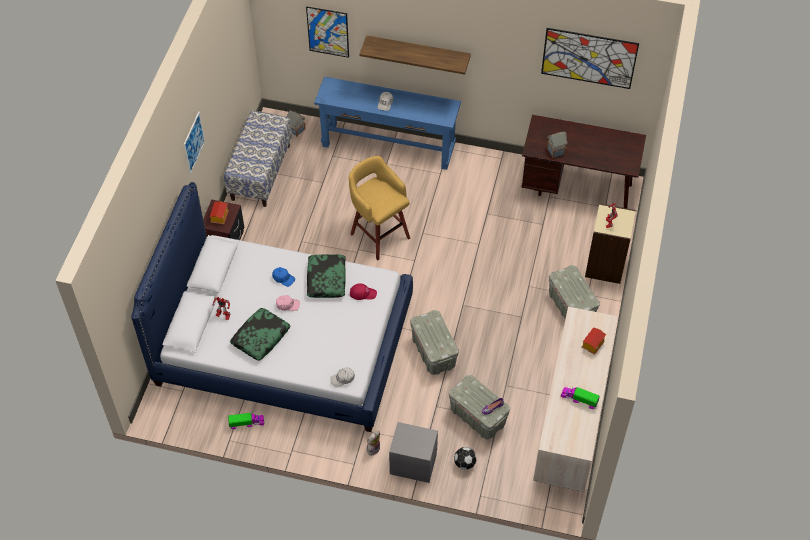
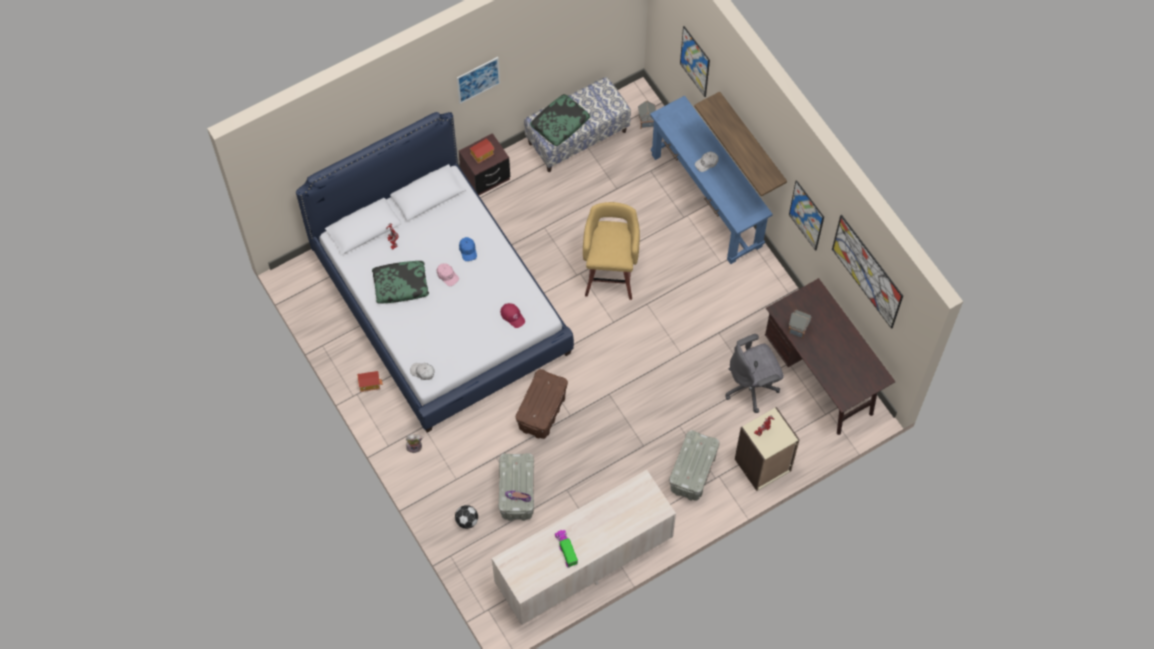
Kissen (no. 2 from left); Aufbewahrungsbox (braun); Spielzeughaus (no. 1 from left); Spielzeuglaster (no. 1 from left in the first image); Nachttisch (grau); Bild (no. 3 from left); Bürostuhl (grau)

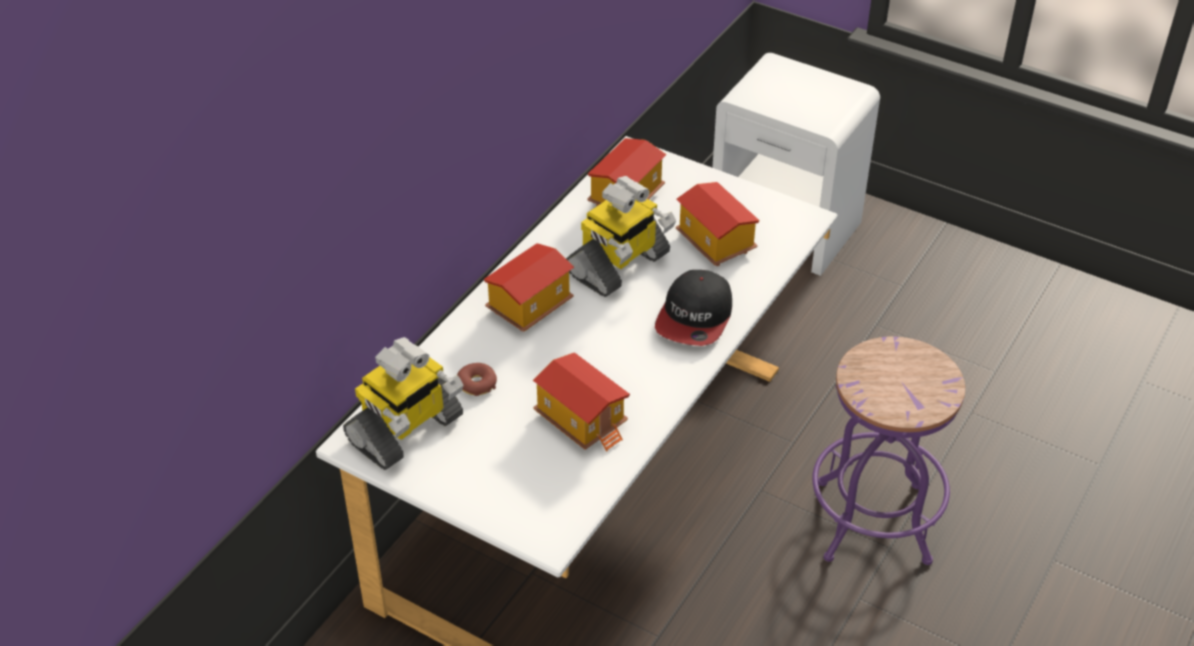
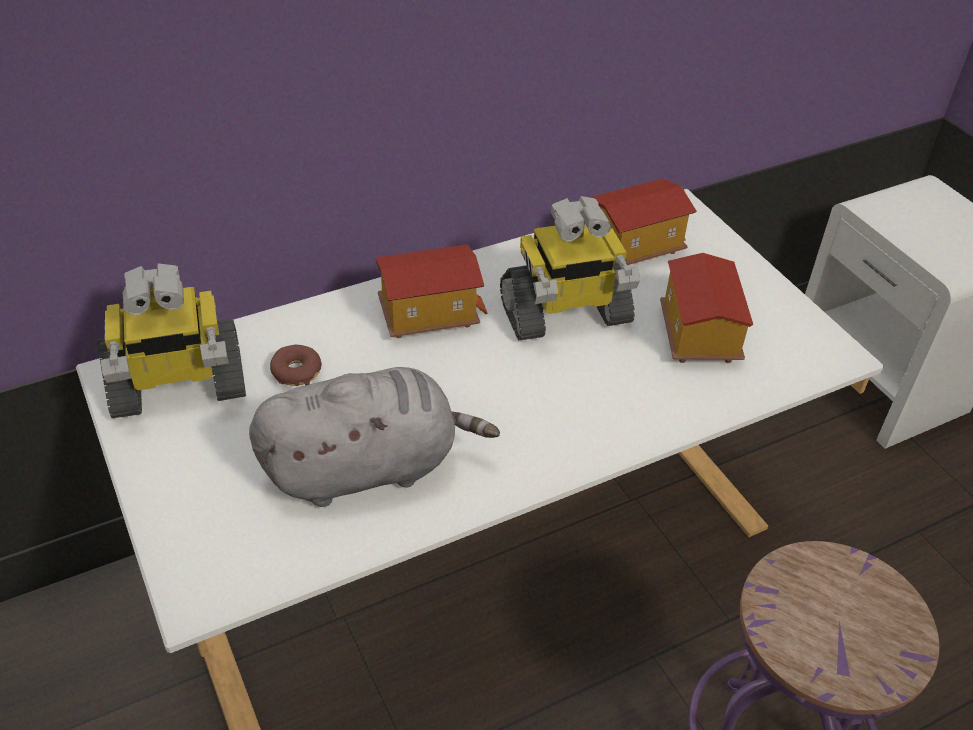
Kappe; Plüschtier (grau)

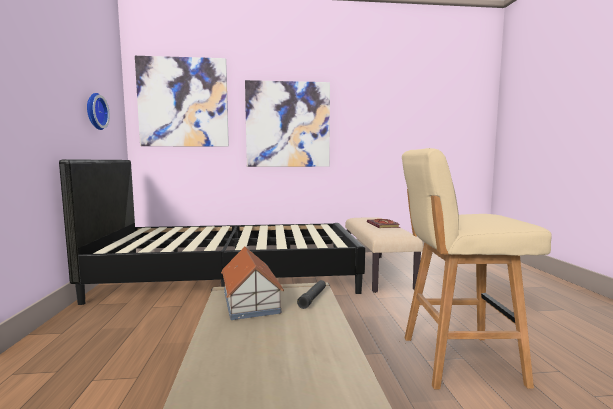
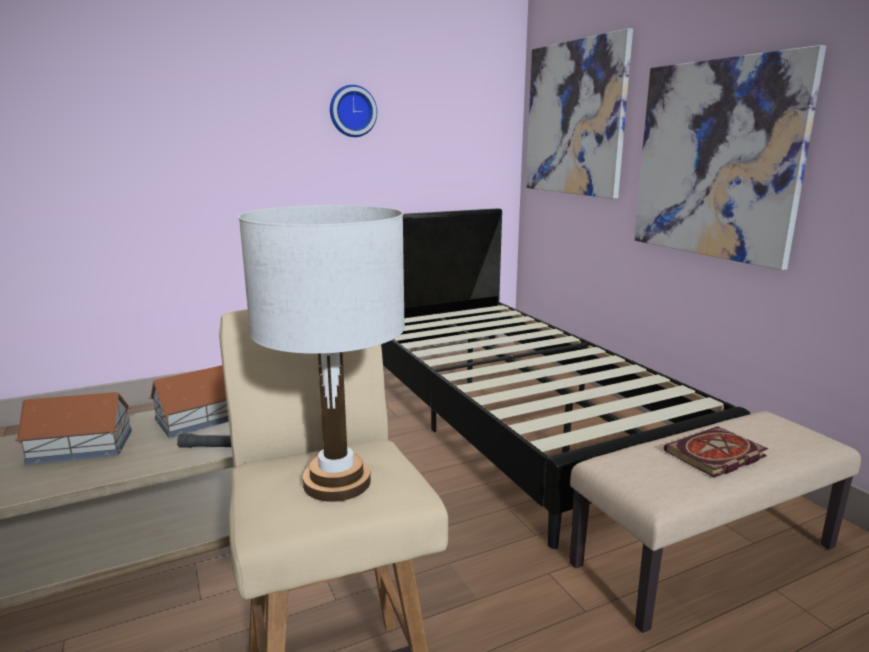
Wanduhr; Tischlampe (weiß); Spielzeughaus (no. 1 from left)

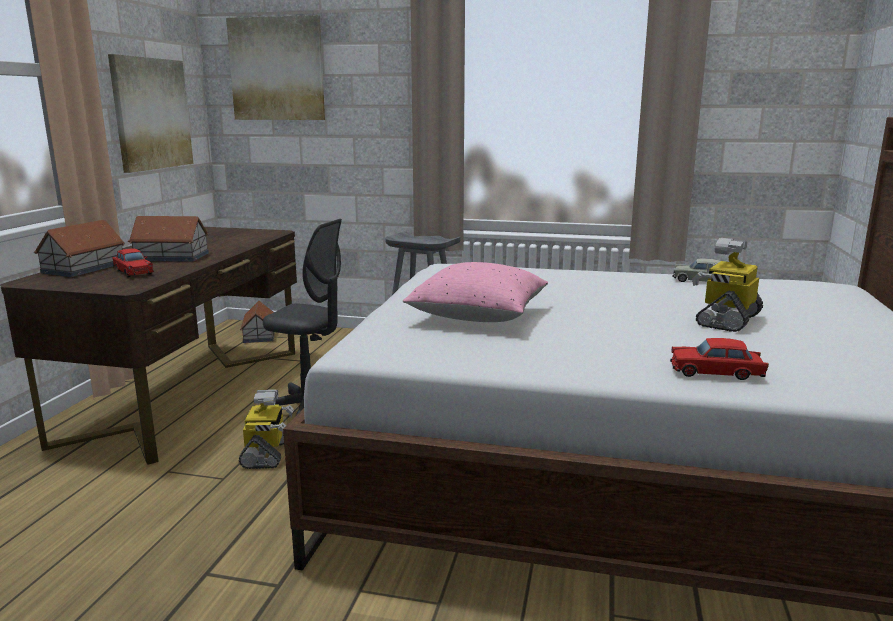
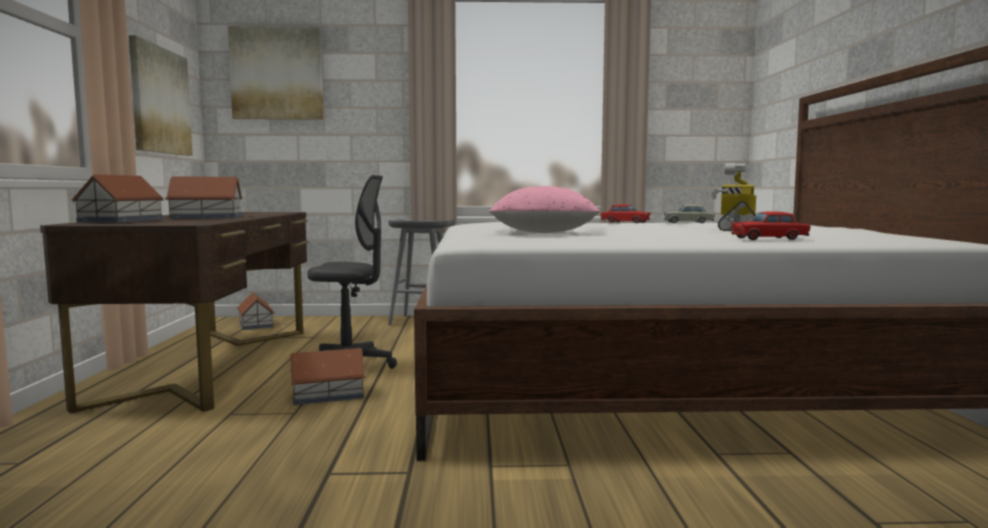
Spielzeugauto (rot) (no. 1 from left); Spielzeughaus (no. 4 from left)

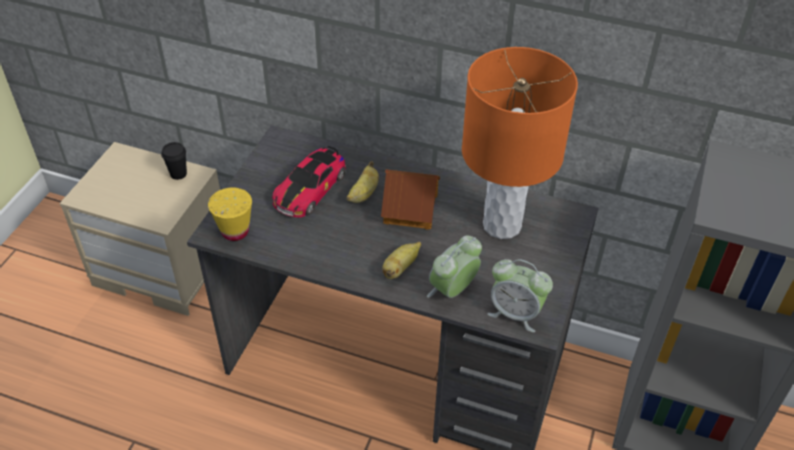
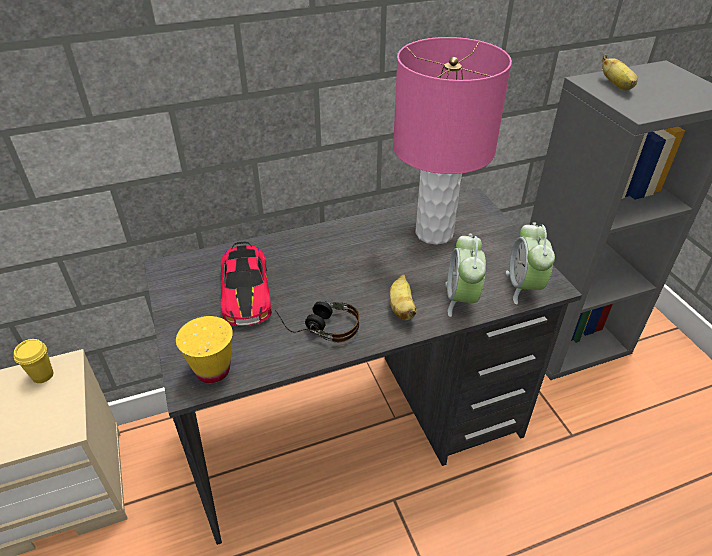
Tischlampe (rosa); Tasse (gelb) (no. 1 from left); Banane (no. 2 from left); Spielzeughaus; Wecker (no. 2 from left); Kopfhörer

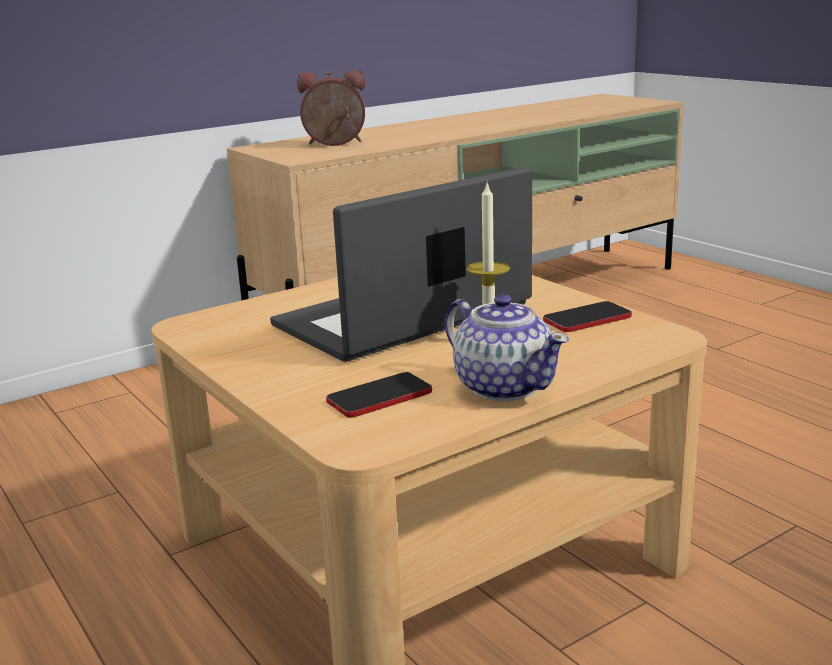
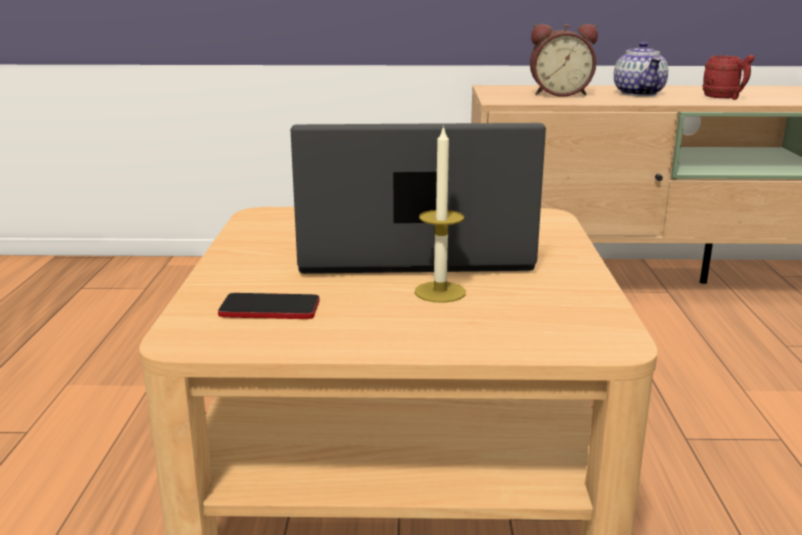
Wecker; Teekanne; Handy (no. 2 from left in the first image); Henkelbecher (rot)

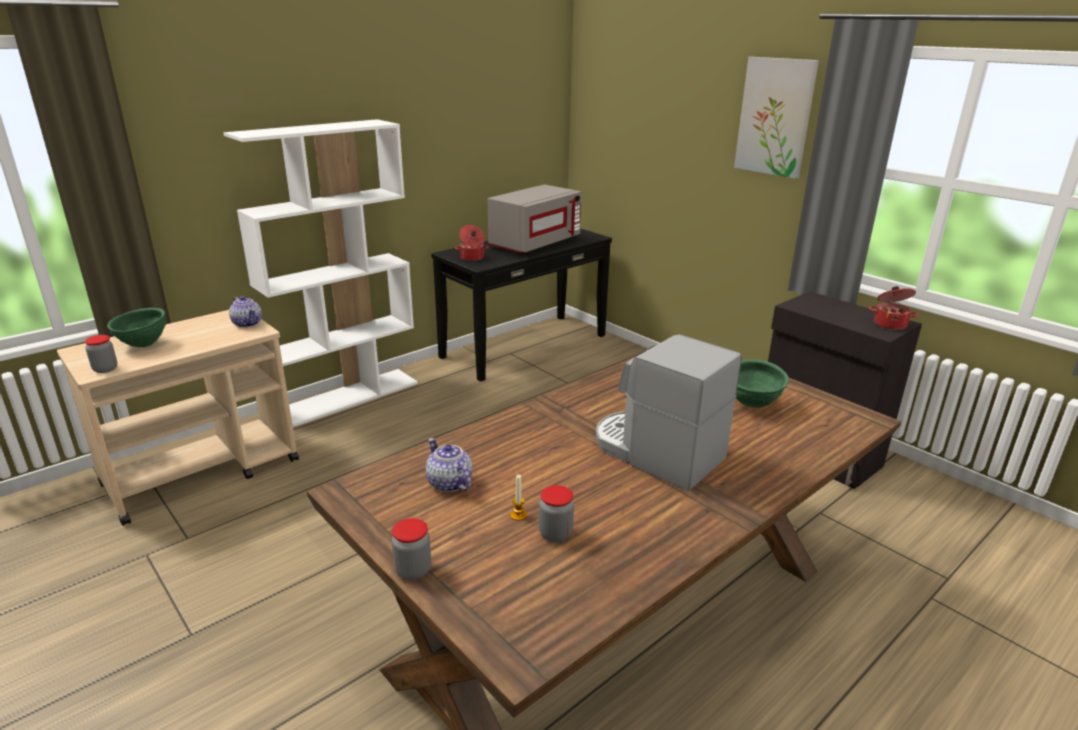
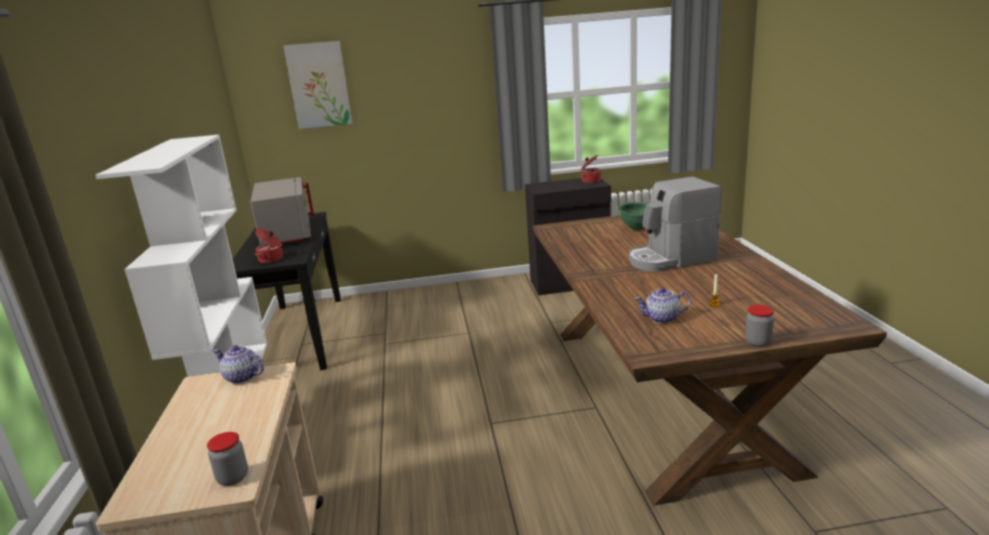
Bild; Teekanne (no. 1 from left); Schüssel (grün) (no. 1 from left in the first image); Vorratsglas (no. 3 from left in the first image)

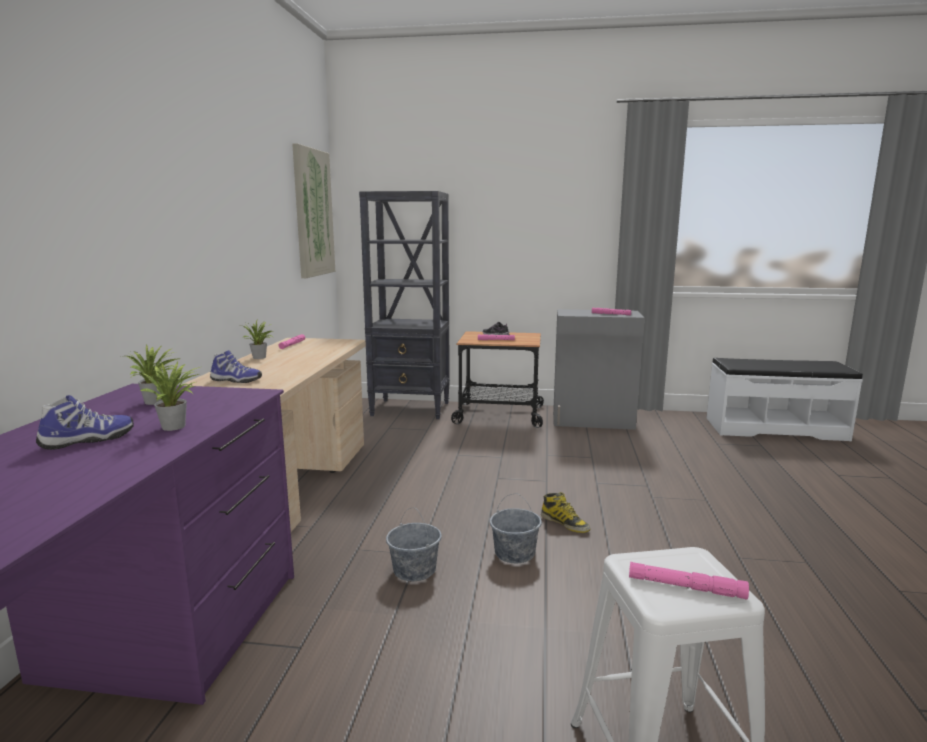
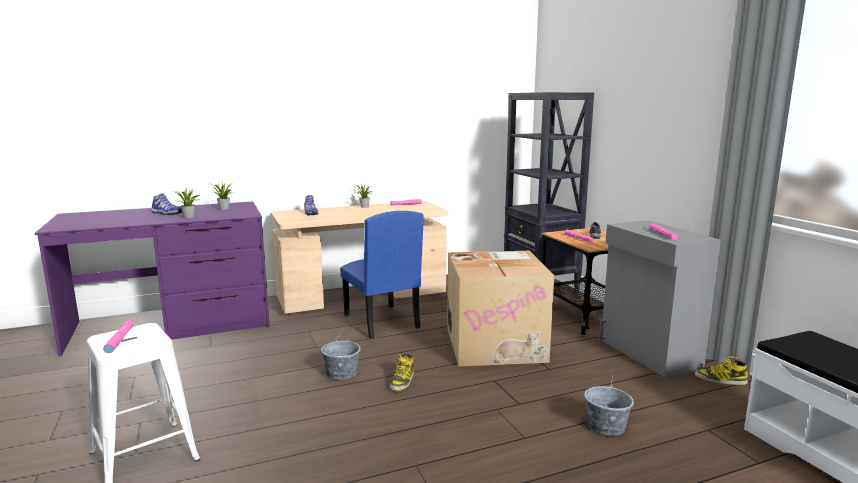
Bild; Eimer (grau) (no. 2 from left); Stuhl (blau); Karton; Stiefel (no. 2 from left)

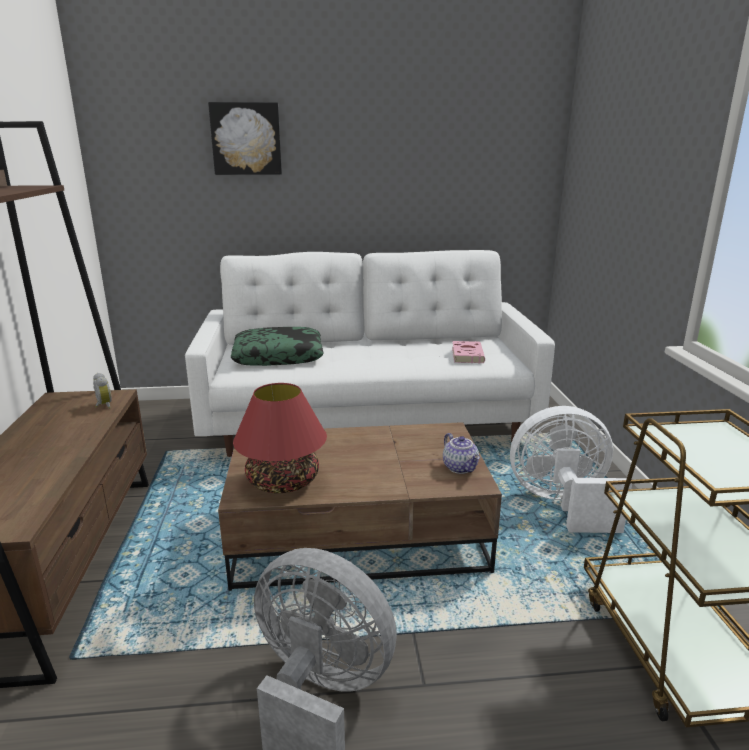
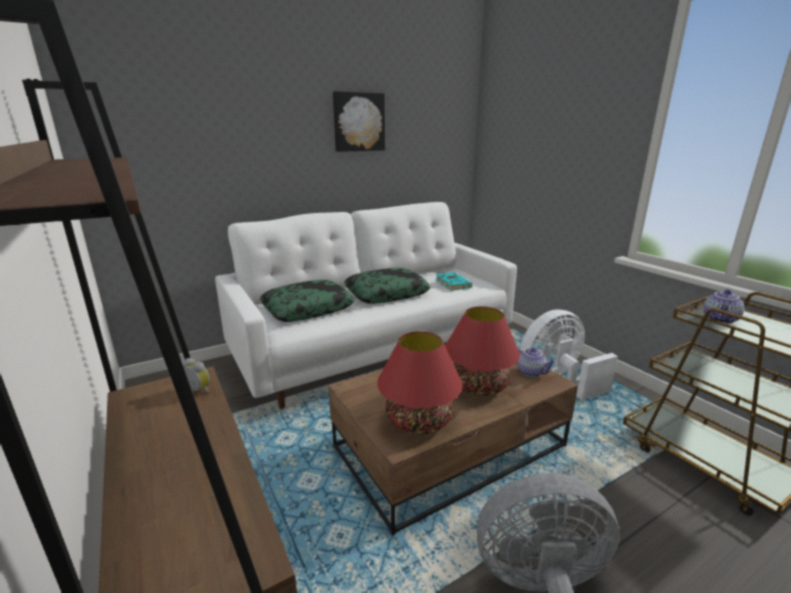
Bild; Buch (türkis); Kissen (no. 2 from left); Teekanne (no. 2 from left); Tischlampe (rot) (no. 2 from left)

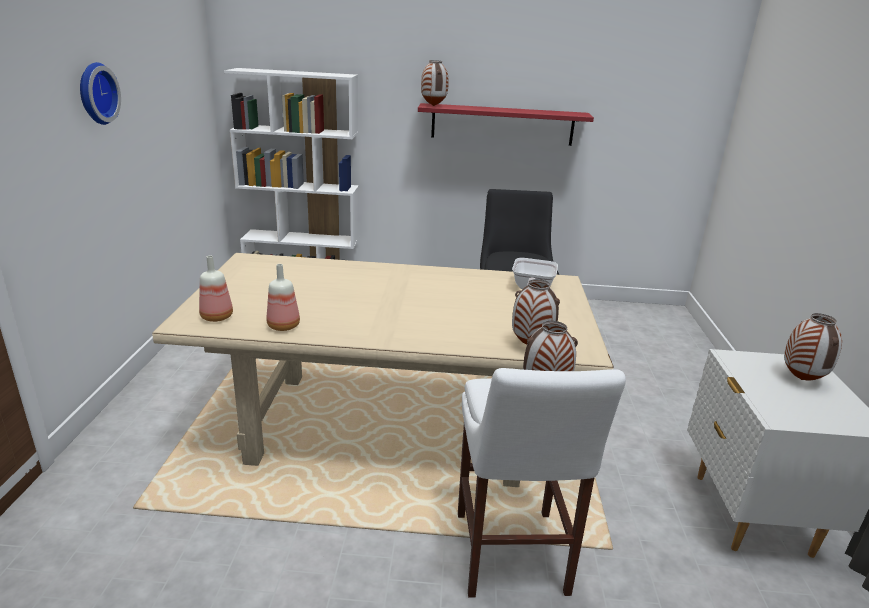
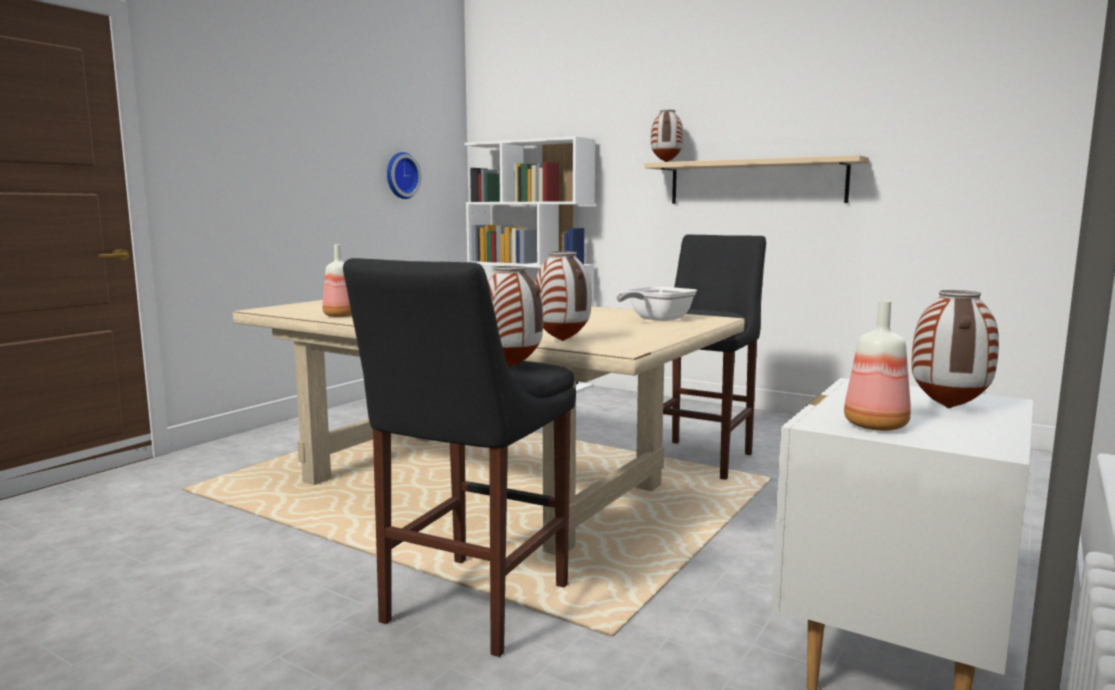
Wanduhr; Wandregal (beige); Flasche (no. 2 from left); Hocker (schwarz) (no. 1 from left)

